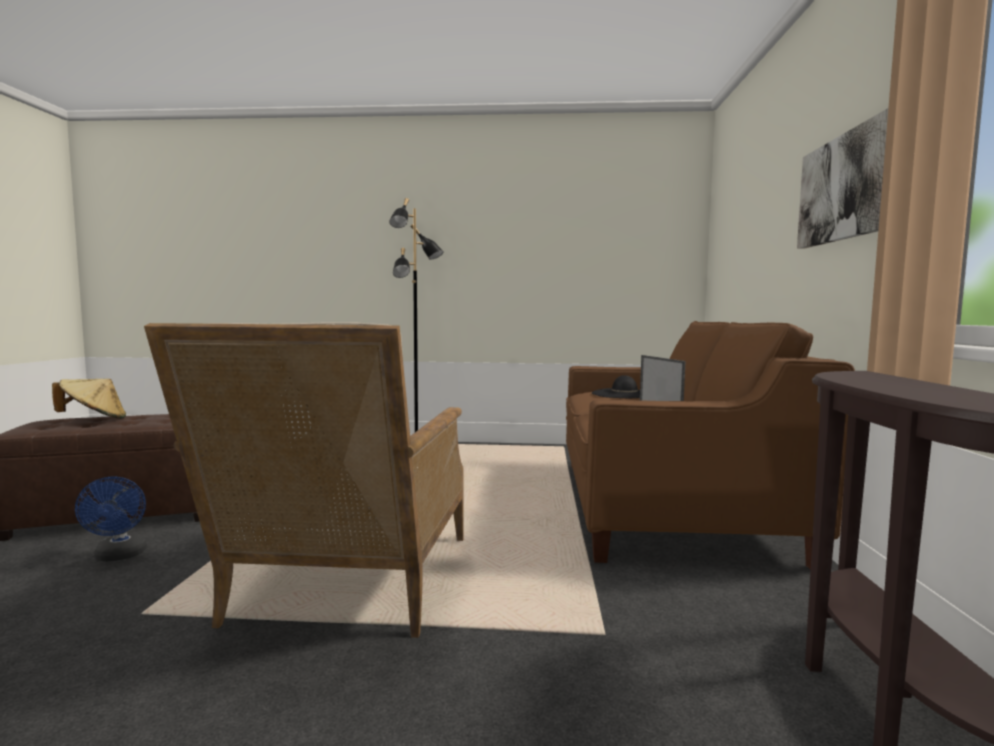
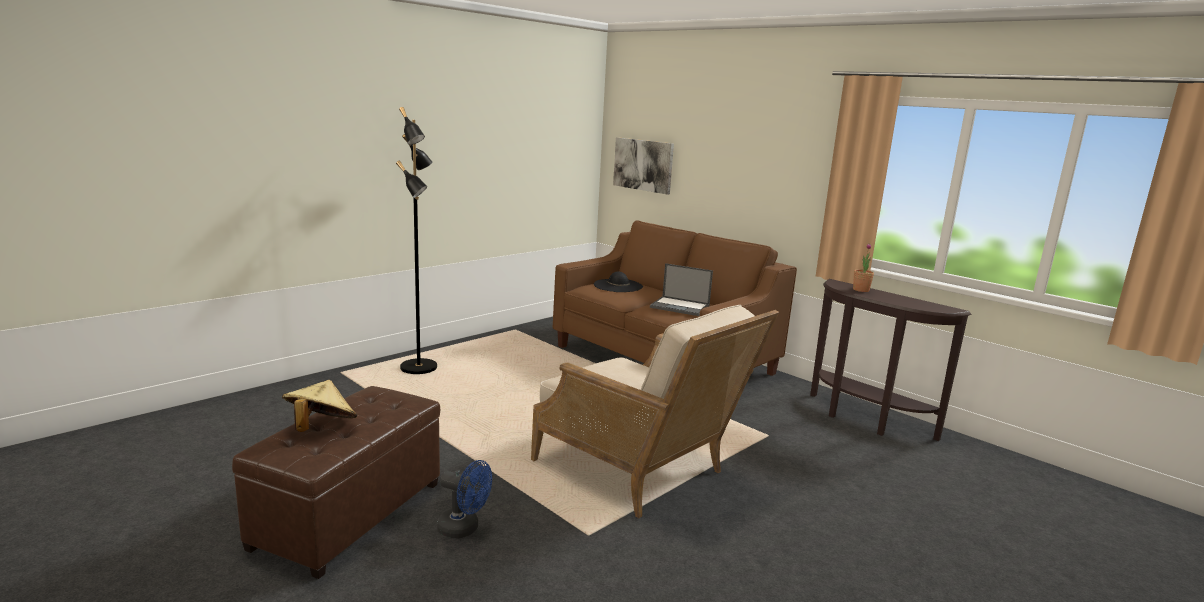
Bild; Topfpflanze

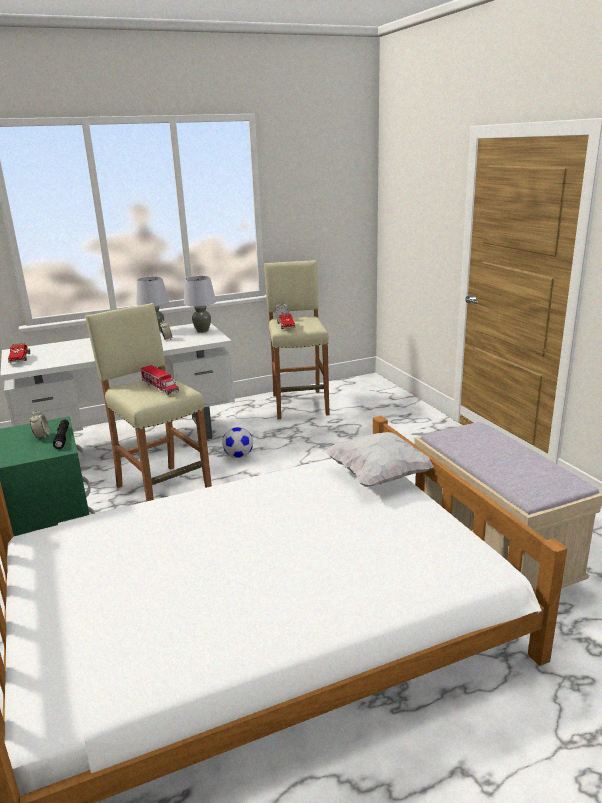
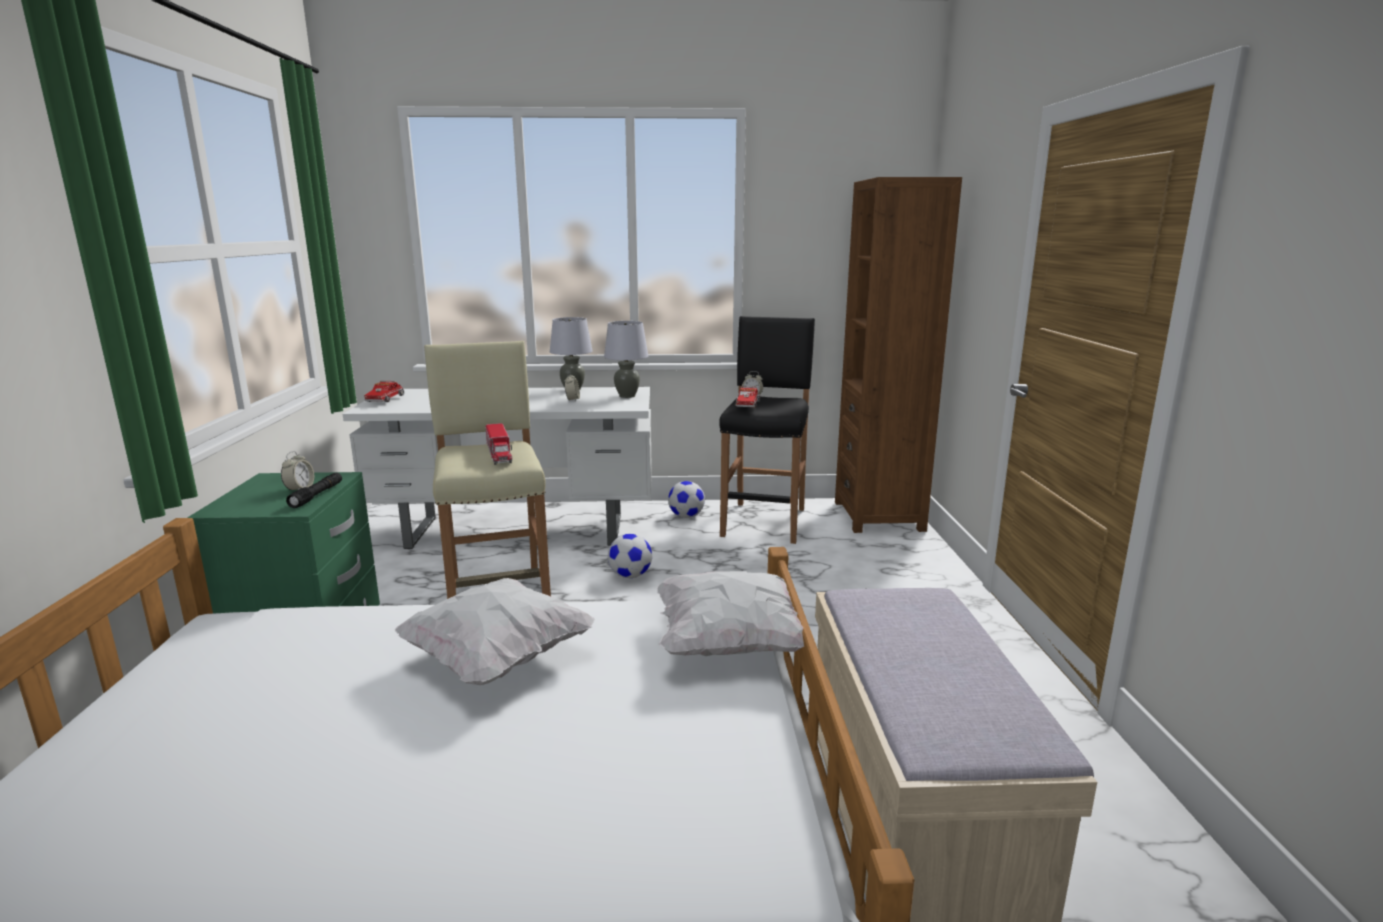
Hocker (schwarz); Bücherregal (braun); Fußball (no. 2 from left); Kissen (weiß) (no. 1 from left)

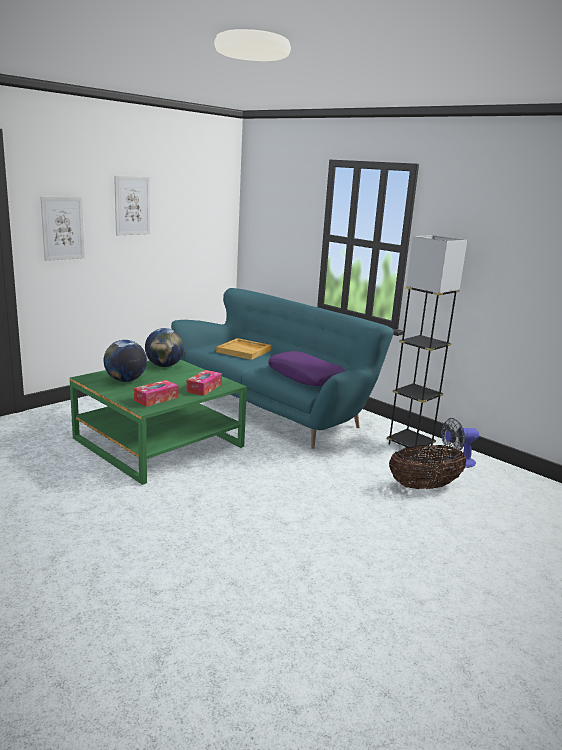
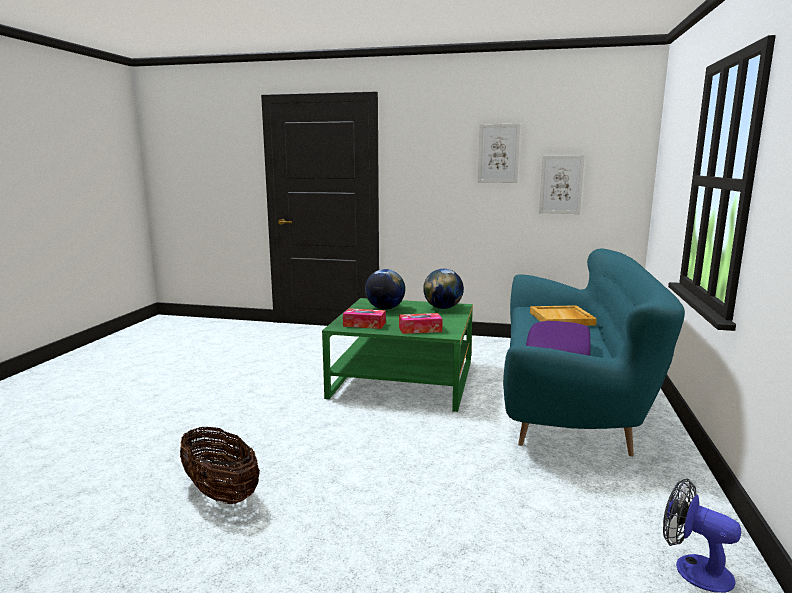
Bild (no. 2 from left); Stehlampe (grau); Korb

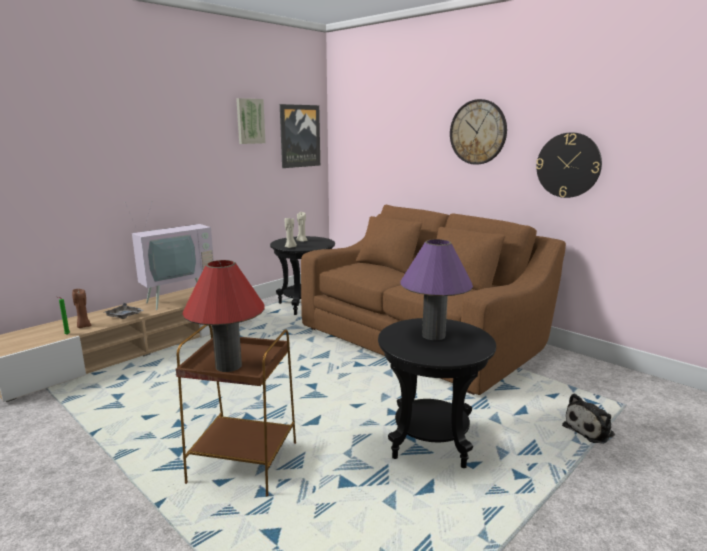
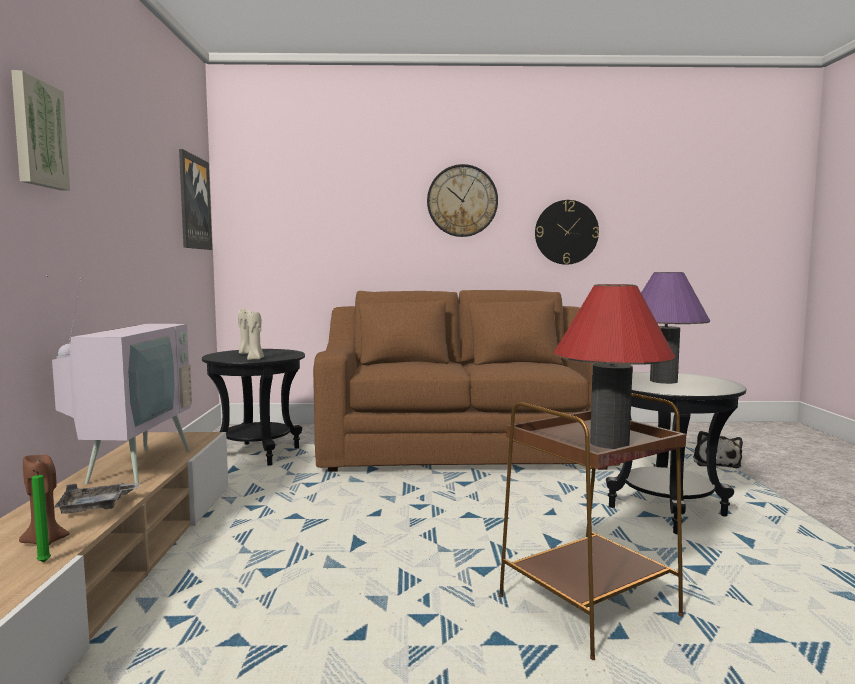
Bild (no. 1 from left)

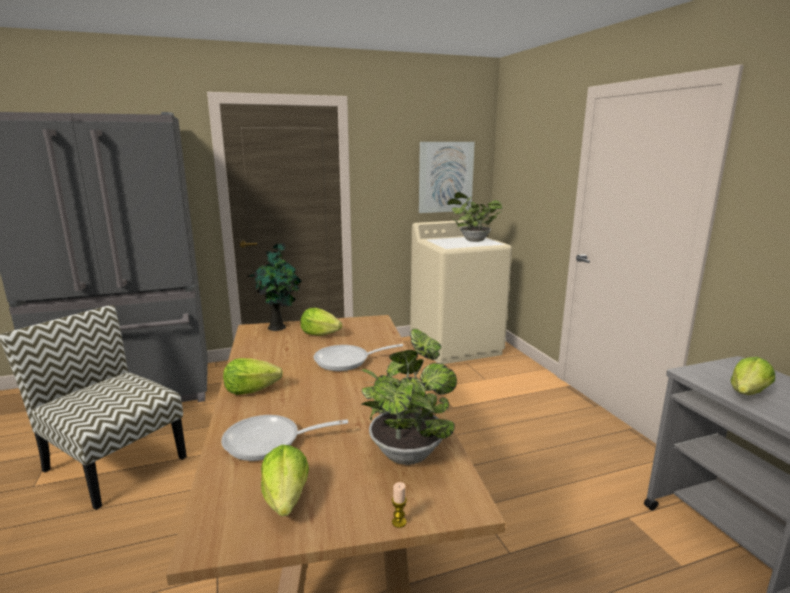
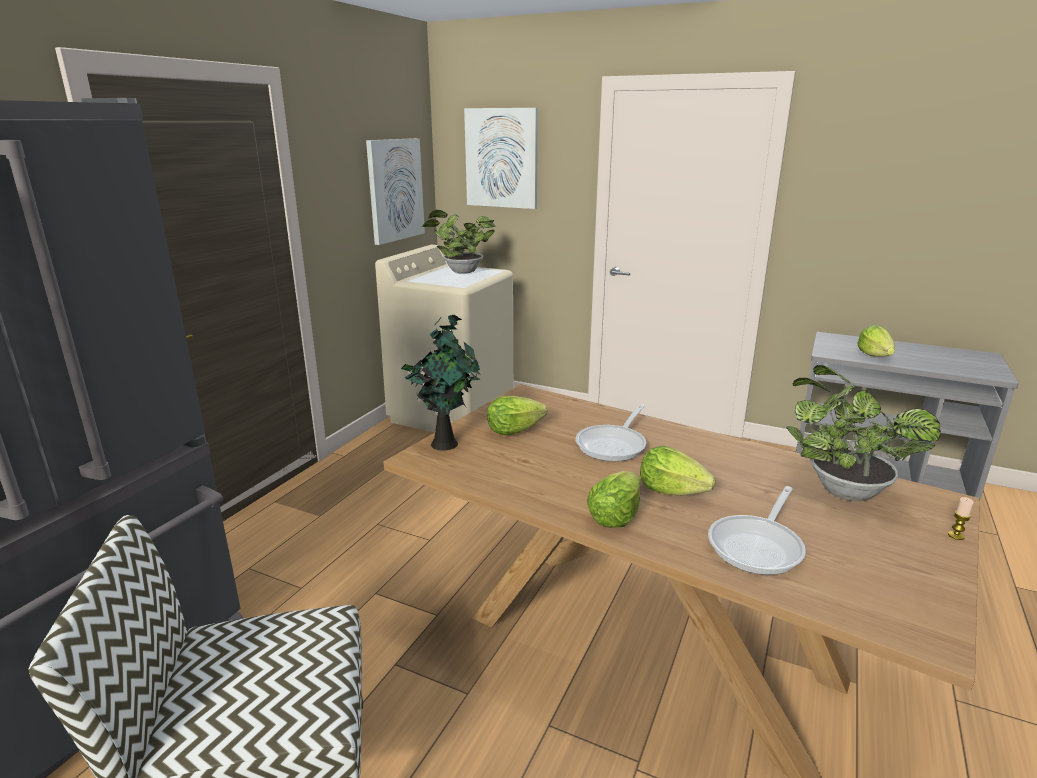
Salatkopf (no. 3 from left); Bild (no. 2 from left)

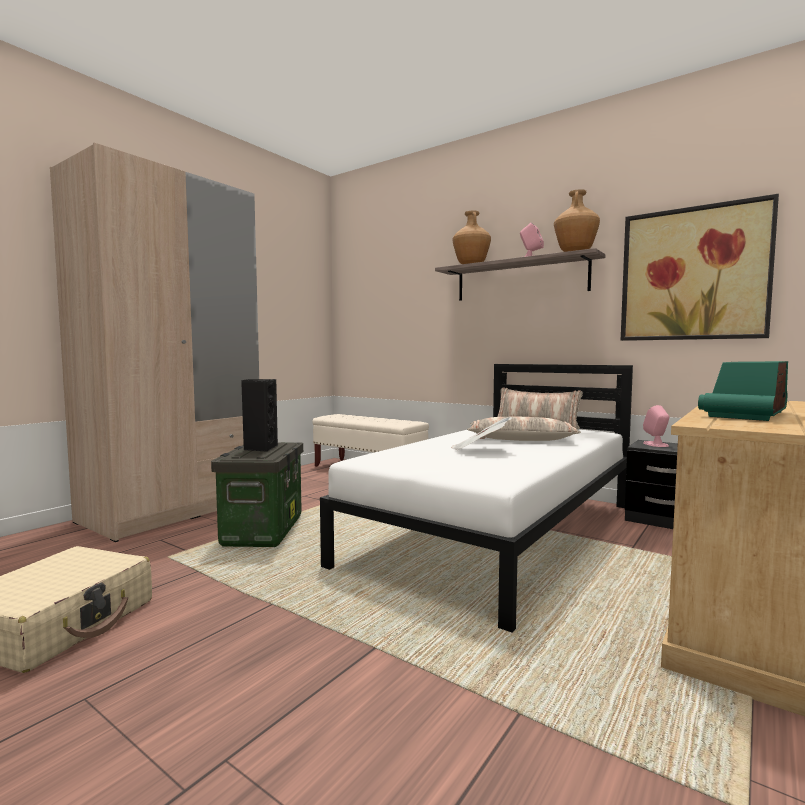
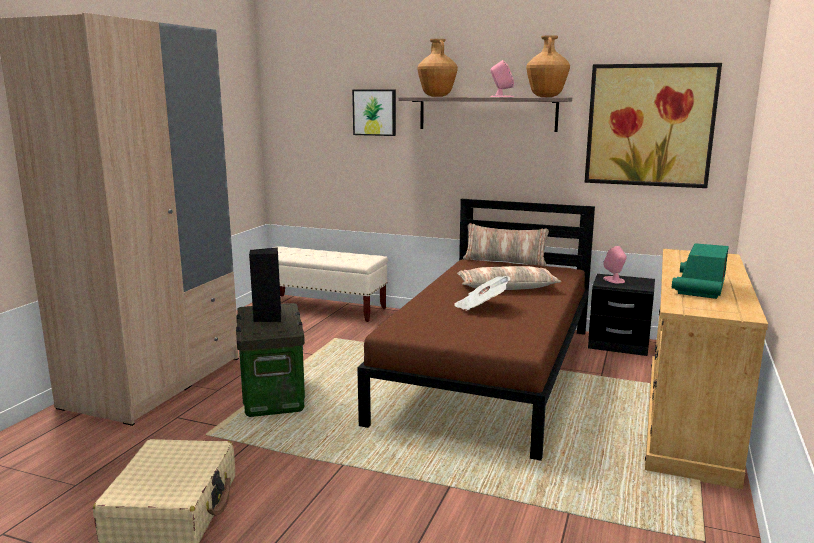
Bett (braun); Bild (no. 1 from left)

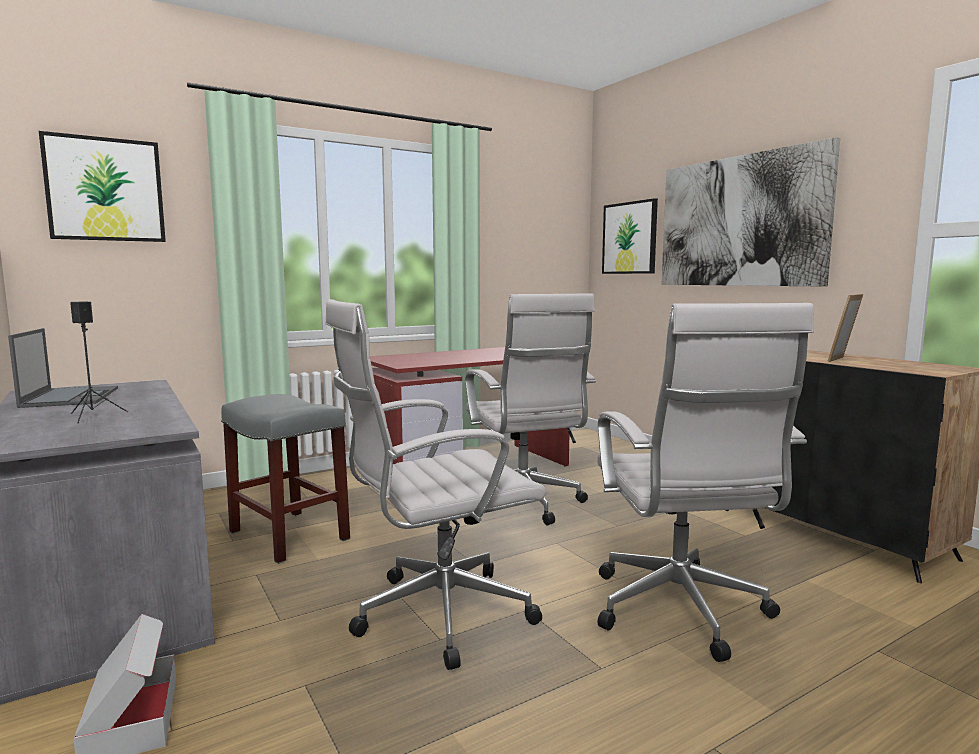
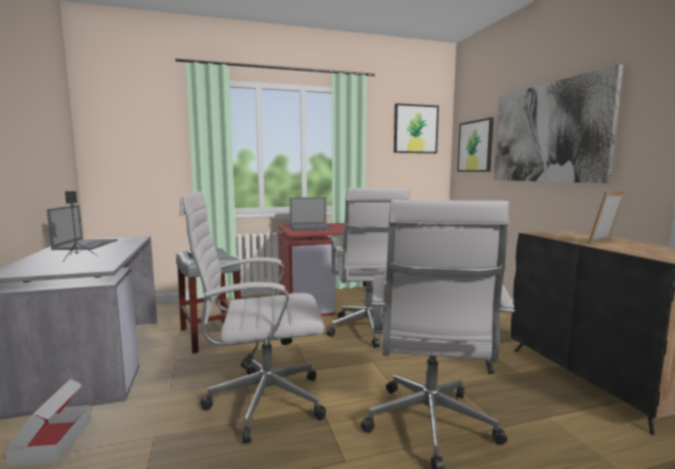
Bild (no. 1 from left); Laptop (no. 2 from left)

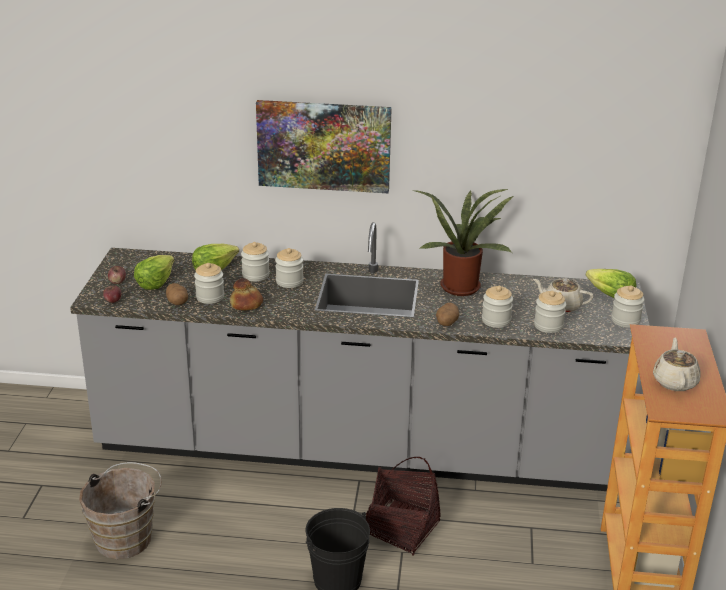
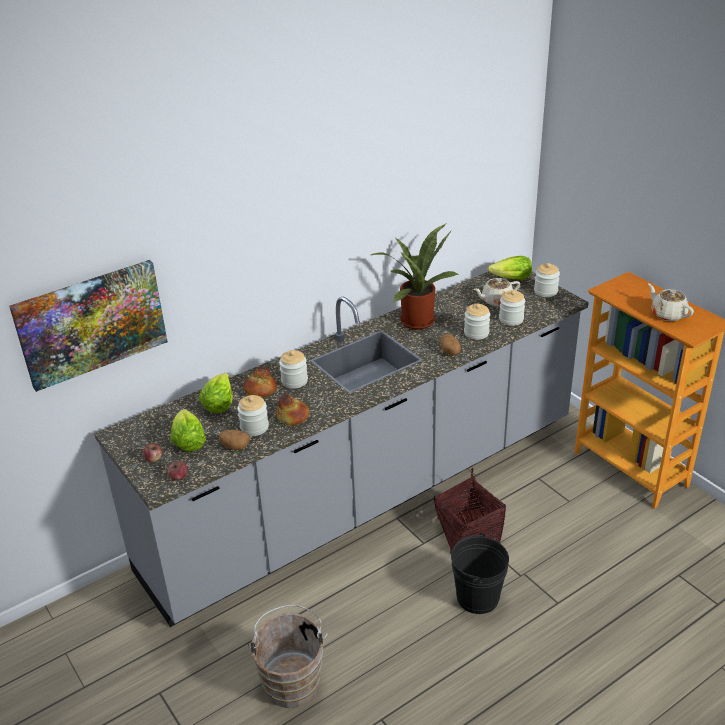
Bild; Brot (no. 1 from left)

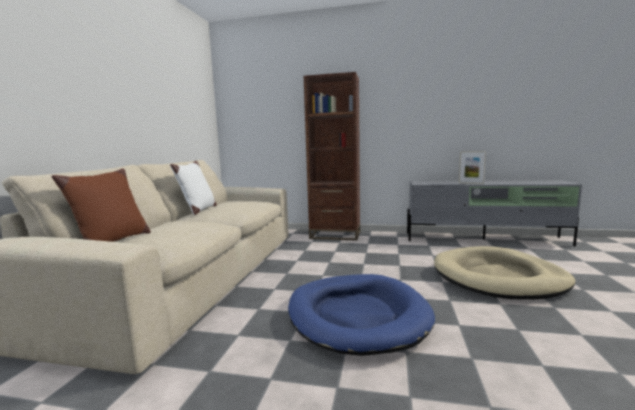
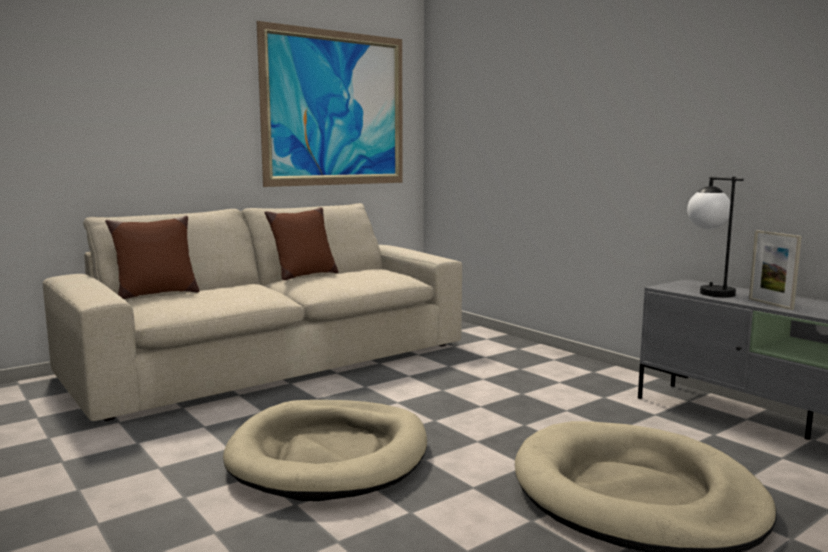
Bücherregal (braun); Kissen (braun) (no. 2 from left); Hundebett (beige) (no. 1 from left); Bild; Tischlampe

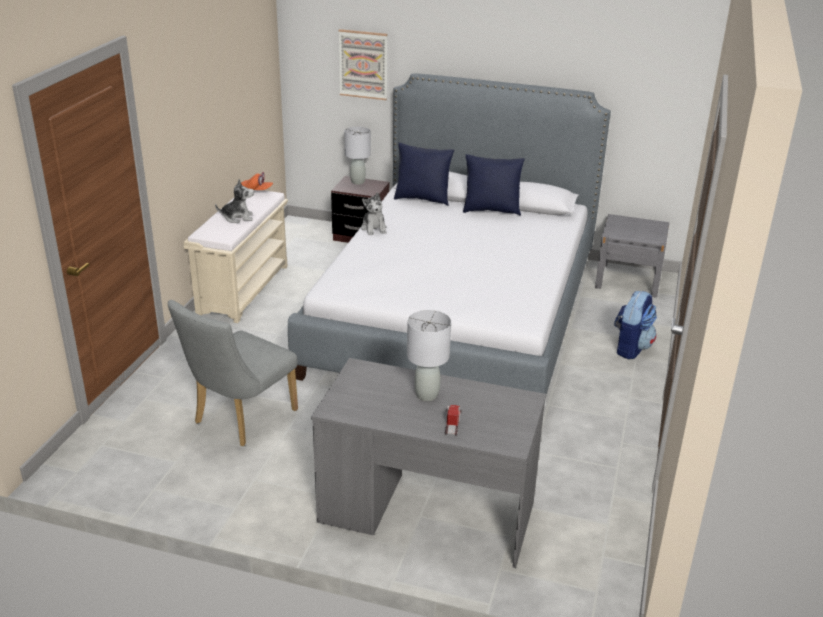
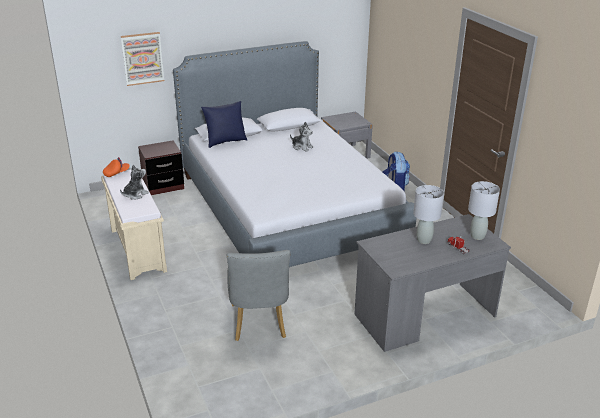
Tischlampe (grau) (no. 2 from left); Kissen (blau) (no. 2 from left in the first image); Plüschtier (no. 2 from left)

